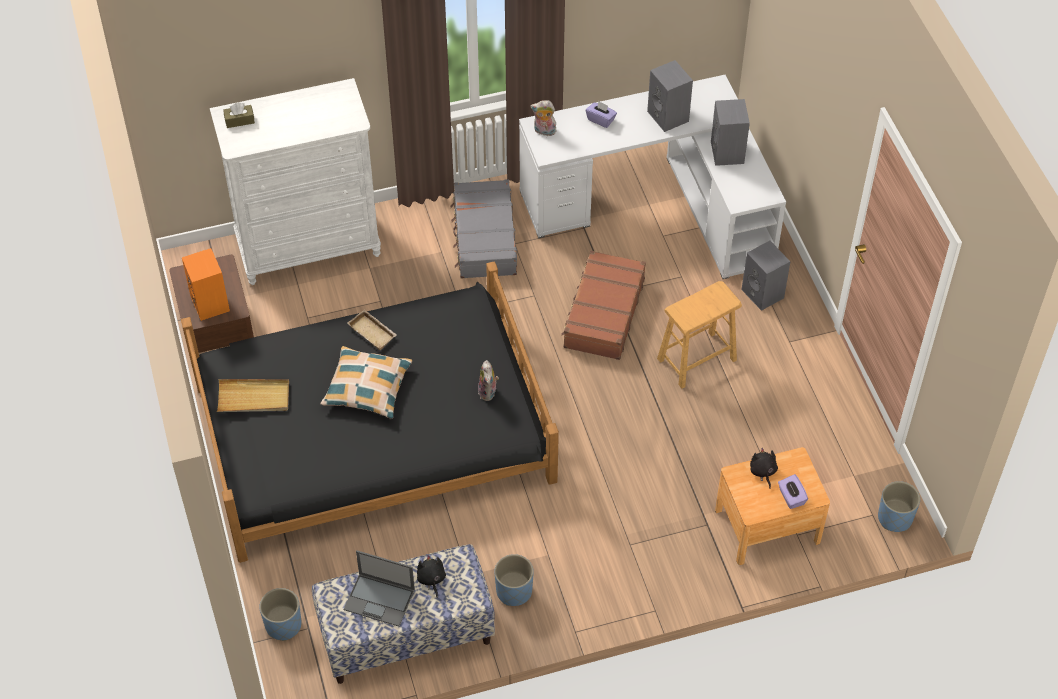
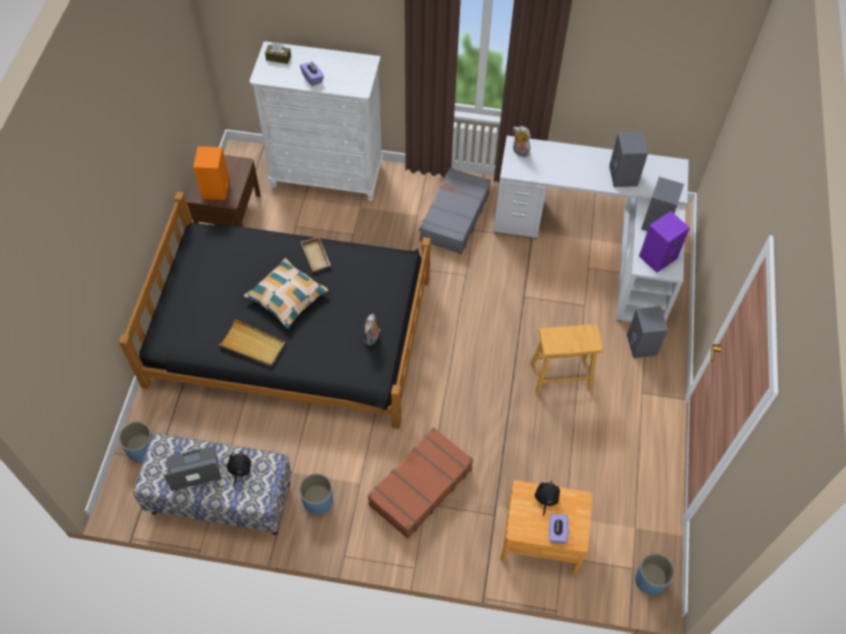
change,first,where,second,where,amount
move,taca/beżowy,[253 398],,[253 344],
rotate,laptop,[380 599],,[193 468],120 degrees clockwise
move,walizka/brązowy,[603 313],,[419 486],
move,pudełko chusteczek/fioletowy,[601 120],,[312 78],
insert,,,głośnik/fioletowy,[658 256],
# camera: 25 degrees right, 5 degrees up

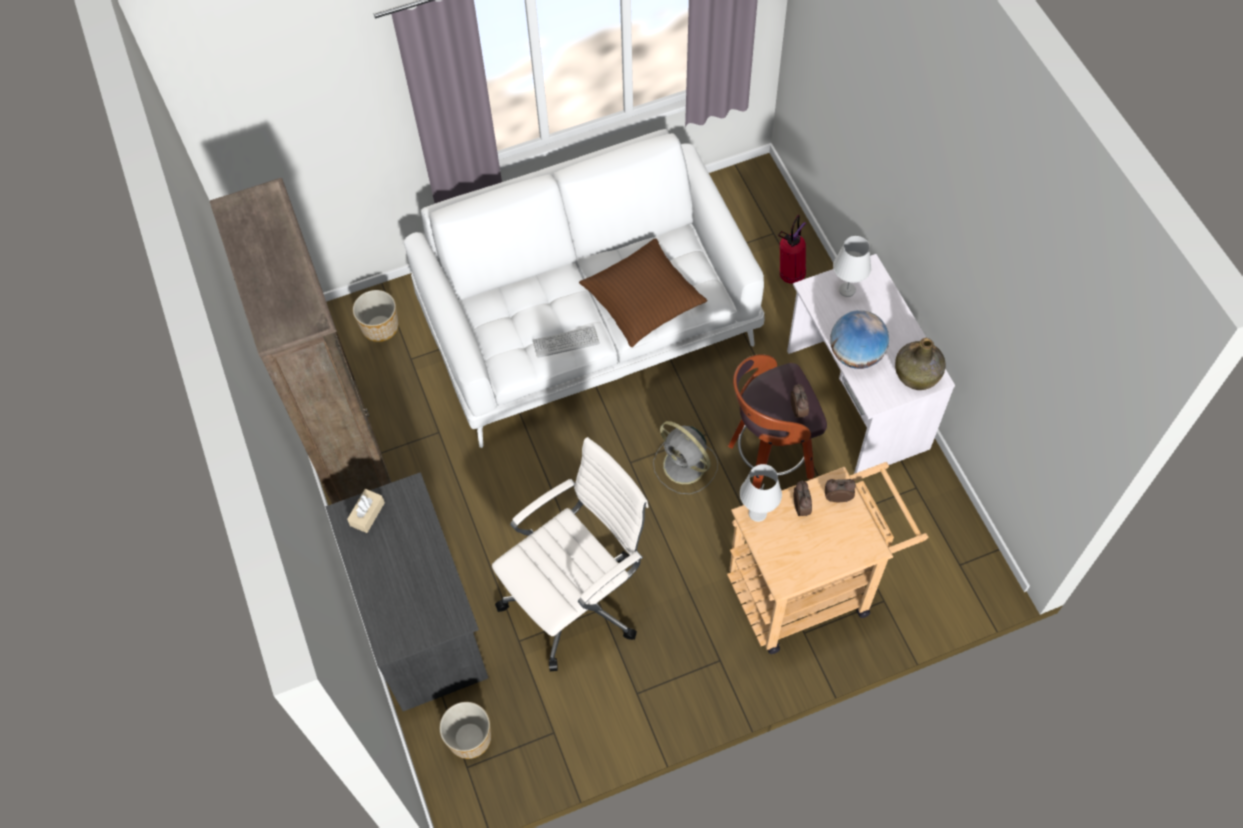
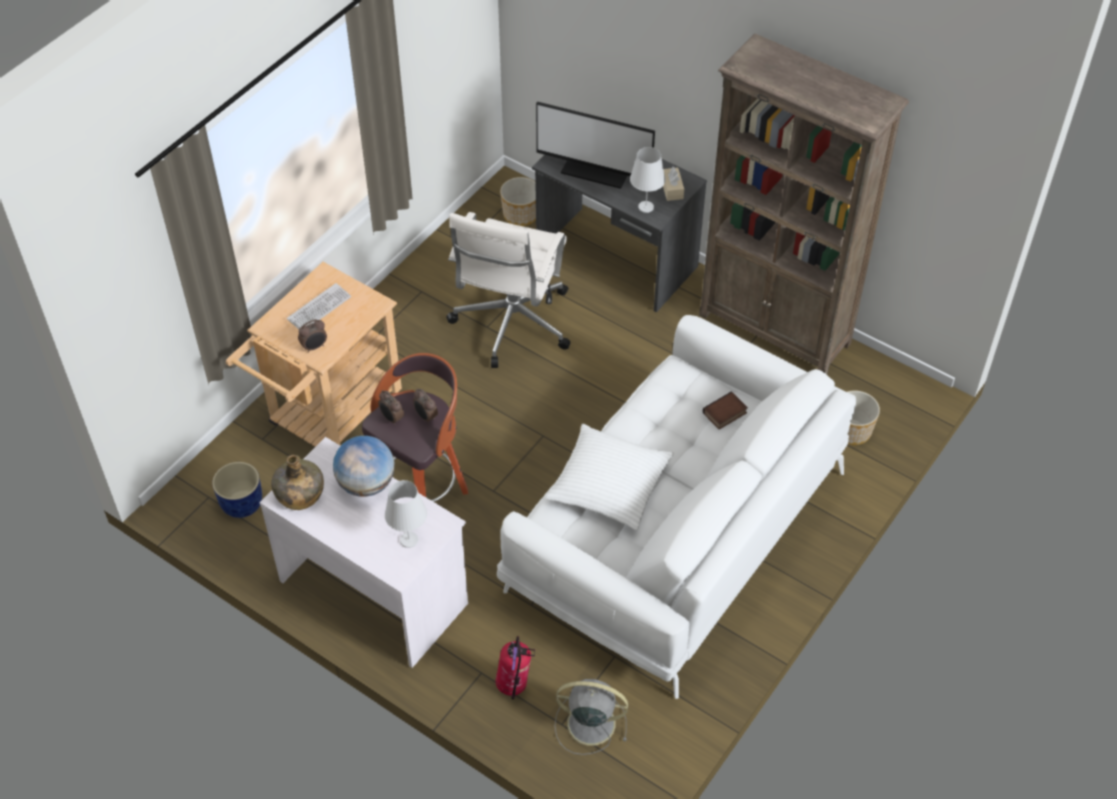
change,first,where,second,where,amount
move,klawiatura,[566 342],,[319 308],
recolor,poduszka/brązowy,[643 299],poduszka/biały,[609 485],
move,wentylator/szary,[686 466],,[588 723],
move,lampa stołowa/biały,[757 513],,[645 207],
move,budzik,[801 507],,[425 417],
insert,,,donica/niebieski,[242 503],
insert,,,monitor,[596 169],
insert,,,książka,[725 414],
# camera: 145 degrees right, 10 degrees down

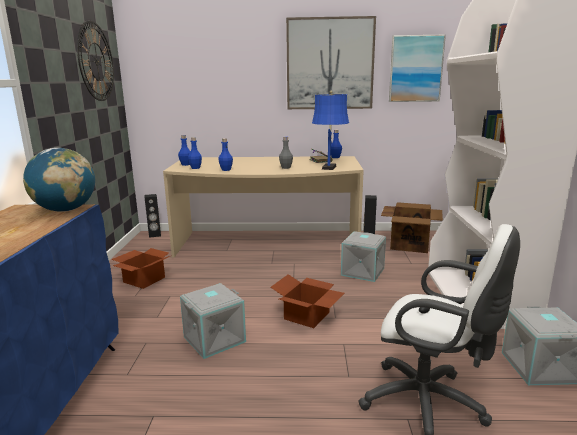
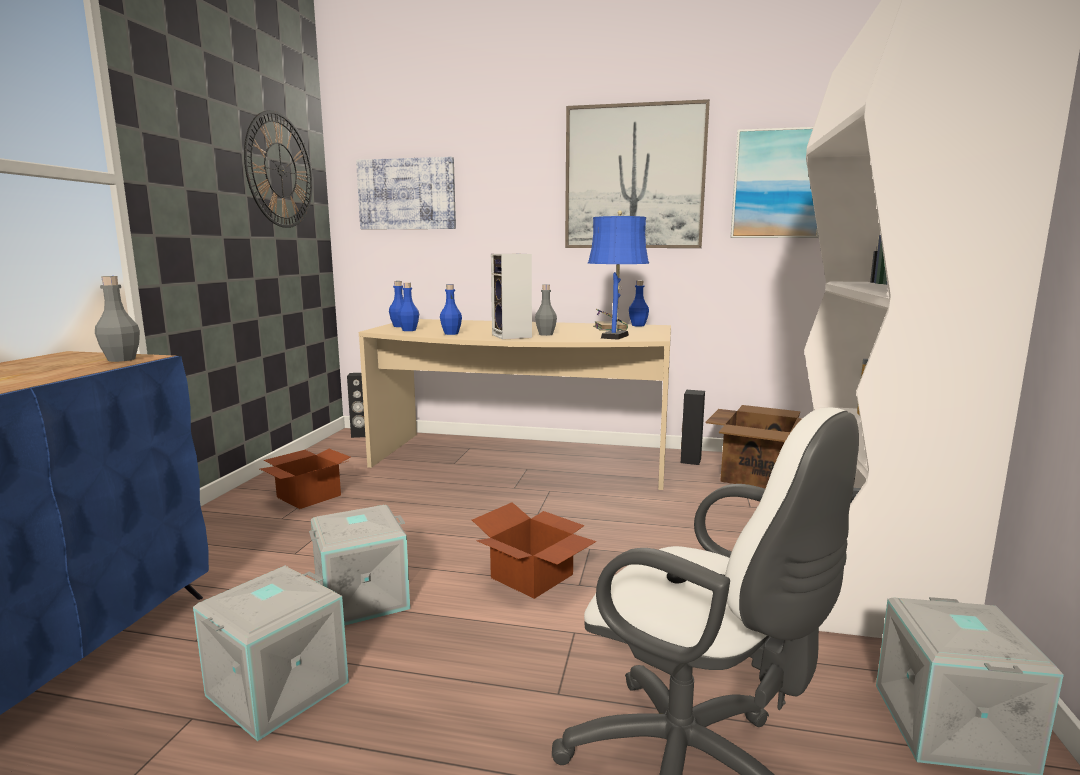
change,first,where,second,where,amount
replace,globus,[65 210],butelka/szary,[121 359],
move,pojemnik do przechowywania/szary,[363 272],,[278 690],
insert,,,obraz,[407 194],
insert,,,głośnik,[513 336],
# camera: 10 degrees right, 5 degrees down

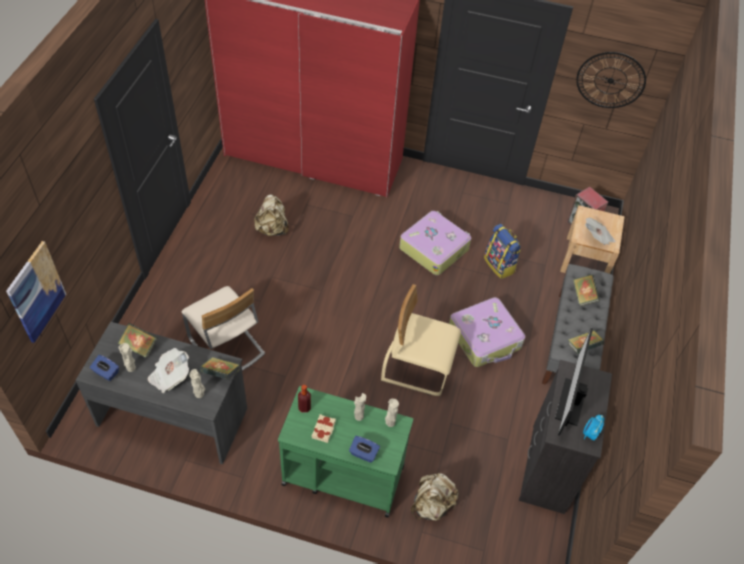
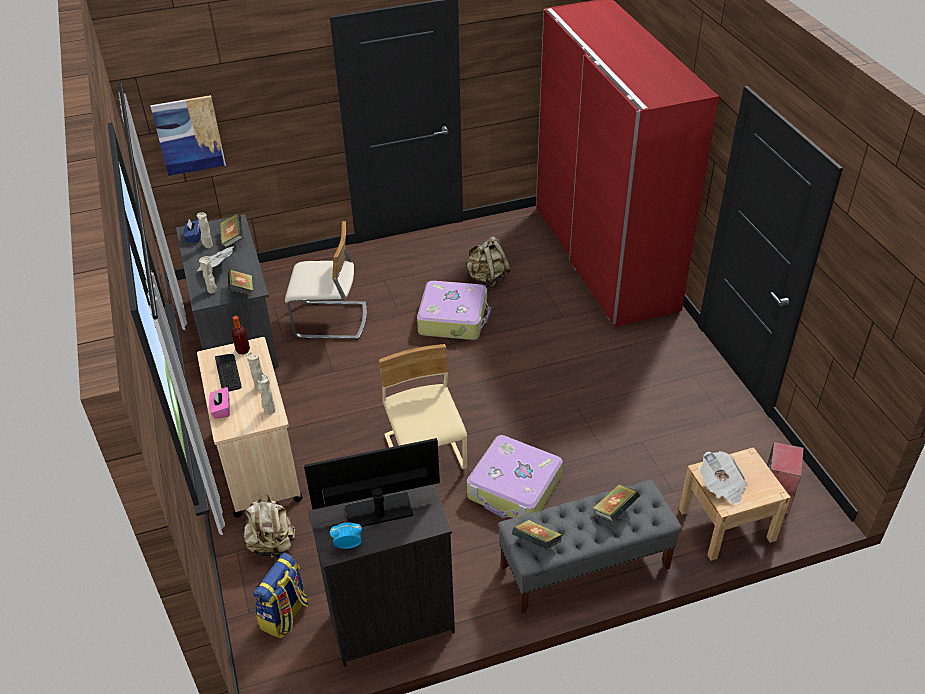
change,first,where,second,where,amount
rotate,krzesło/beżowy,[226 347],,[330 321],105 degrees counterclockwise
recolor,wózek/zielony,[342 474],wózek/beżowy,[258 462],
replace,książka/beżowy,[324 430],klawiatura,[228 373],
recolor,pudełko chusteczek/niebieski,[363 453],pudełko chusteczek/różowy,[221 409],
move,walizka,[434 248],,[453 318],
move,plecak,[500 265],,[285 615],
delete,zegar ścienny,[610 80],,,
# camera: 60 degrees right, 10 degrees down

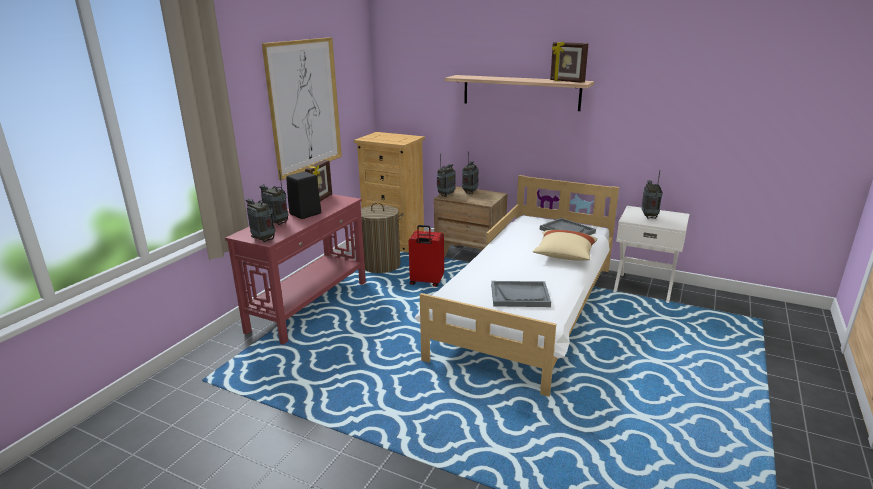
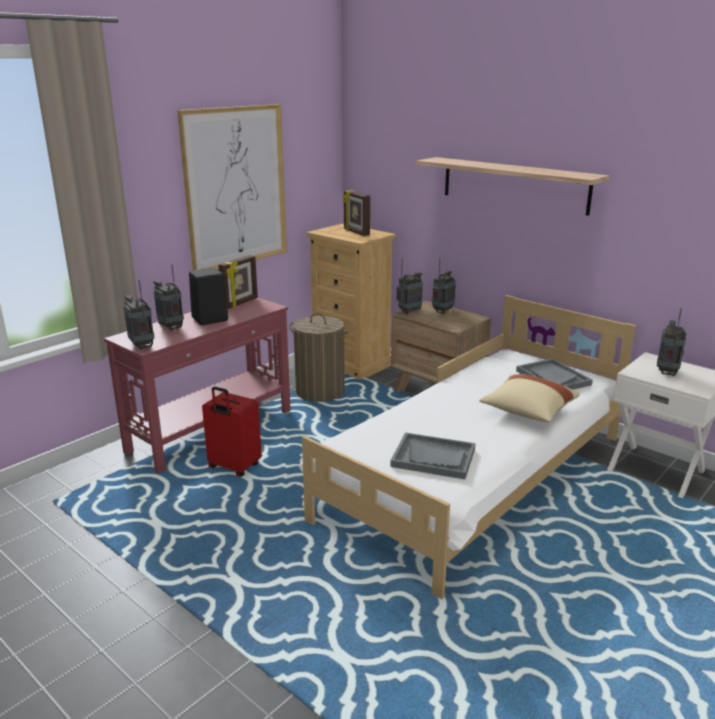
change,first,where,second,where,amount
move,walizka/czerwony,[426 282],,[233 467],
move,ramka na zdjęcie,[566 81],,[356 232],
# camera: 15 degrees right, 0 degrees up

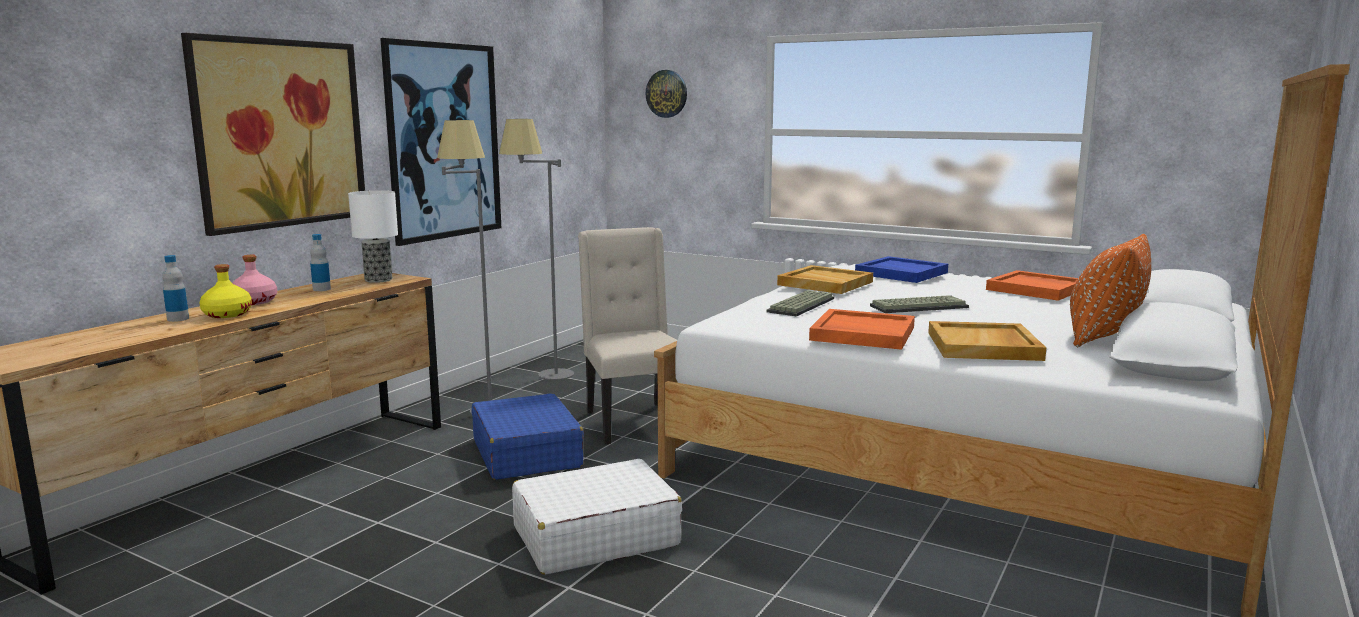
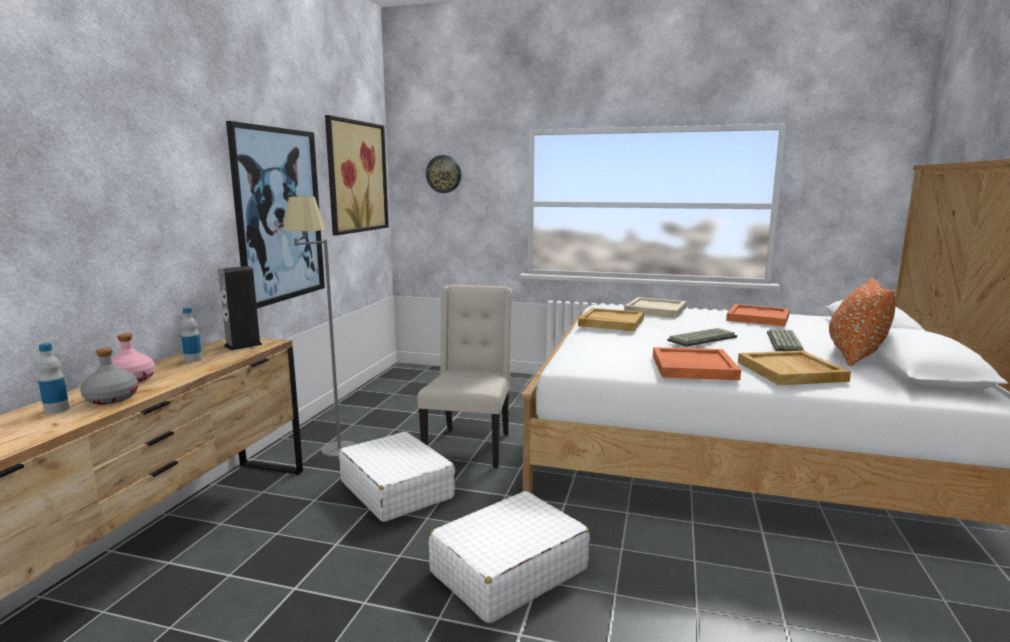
change,first,where,second,where,amount
move,obraz,[280 133],,[357 177],
recolor,butelka/żółty,[226 314],butelka/szary,[111 399],
replace,lampa stołowa,[379 280],głośnik,[243 345],
recolor,walizka/niebieski,[527 453],walizka/biały,[396 489],
delete,lampa stojąca/szary,[542 378],,,
rotate,krzesło/beżowy,[634 422],,[469 446],45 degrees clockwise
move,klawiatura,[802 305],,[786 342],
recolor,taca/niebieski,[900 273],taca/beżowy,[655 310],
# camera: 15 degrees left, 0 degrees up

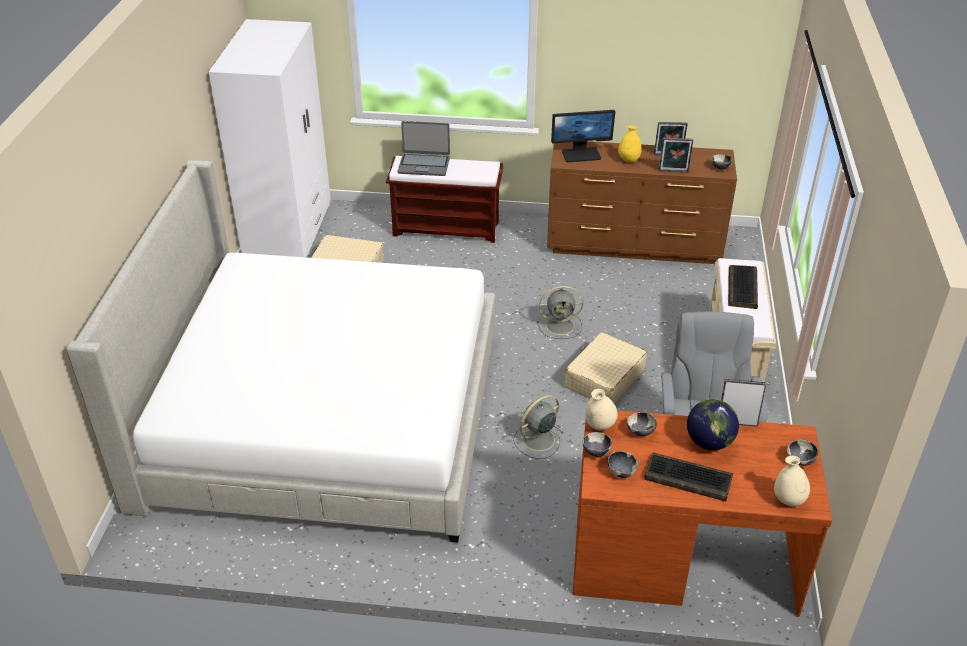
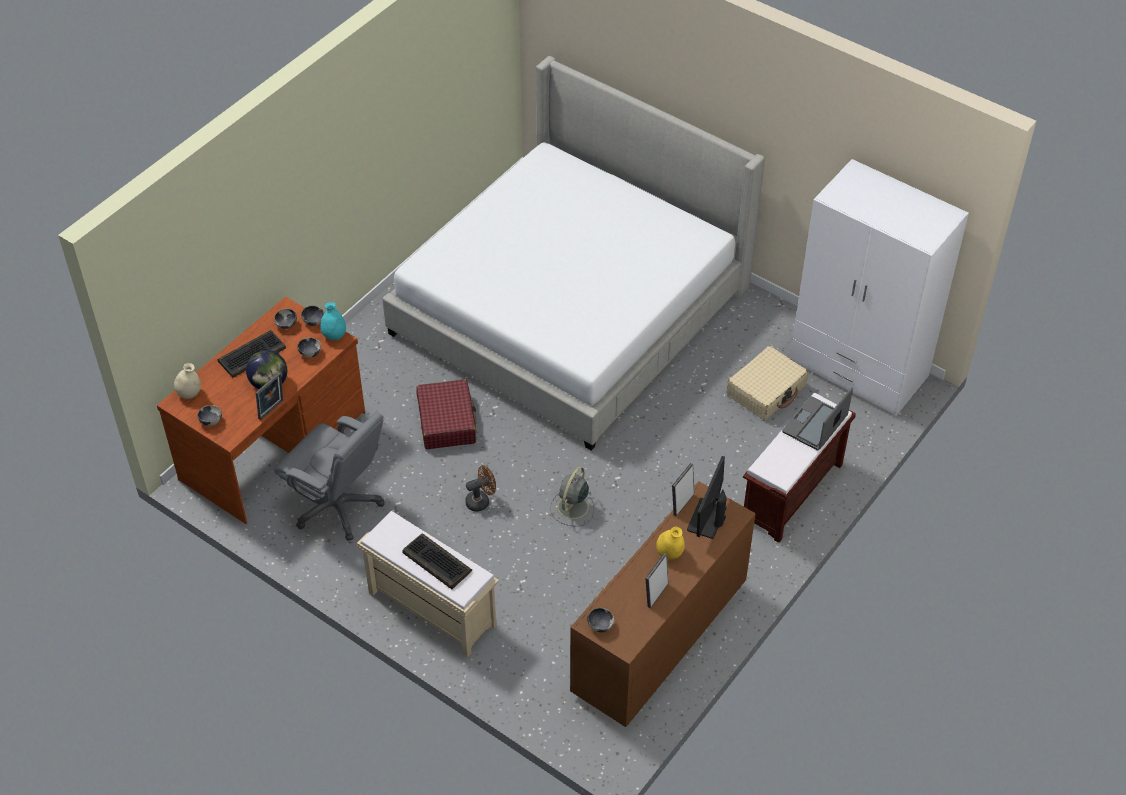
change,first,where,second,where,amount
replace,wentylator/szary,[537 440],walizka/czerwony,[447 421],
replace,walizka/beżowy,[604 379],wentylator/brązowy,[481 501],
recolor,wazon/beżowy,[599 425],wazon/turkusowy,[334 335],
move,ramka na zdjęcie,[673 172],,[682 503],
# camera: 120 degrees right, 10 degrees up

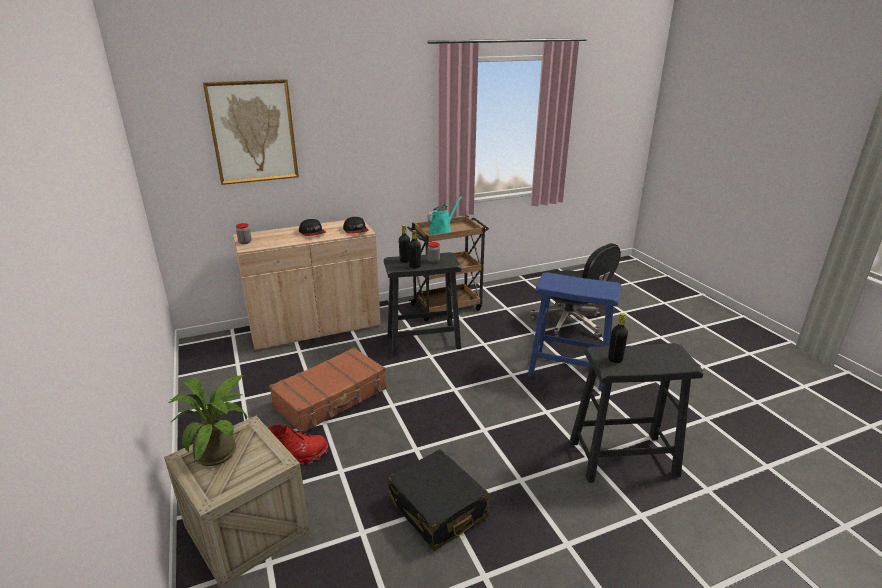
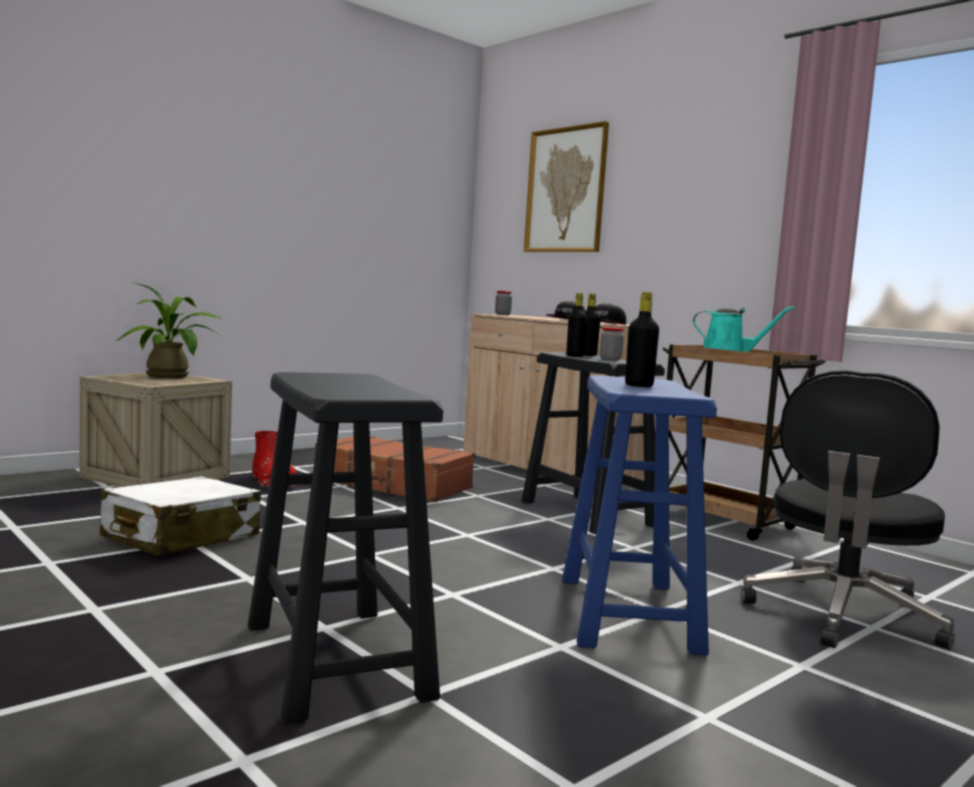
change,first,where,second,where,amount
recolor,walizka/czarny,[437 509],walizka/biały,[180 537],
move,butelka/czarny,[615 359],,[639 386],
# camera: 70 degrees right, 20 degrees down

